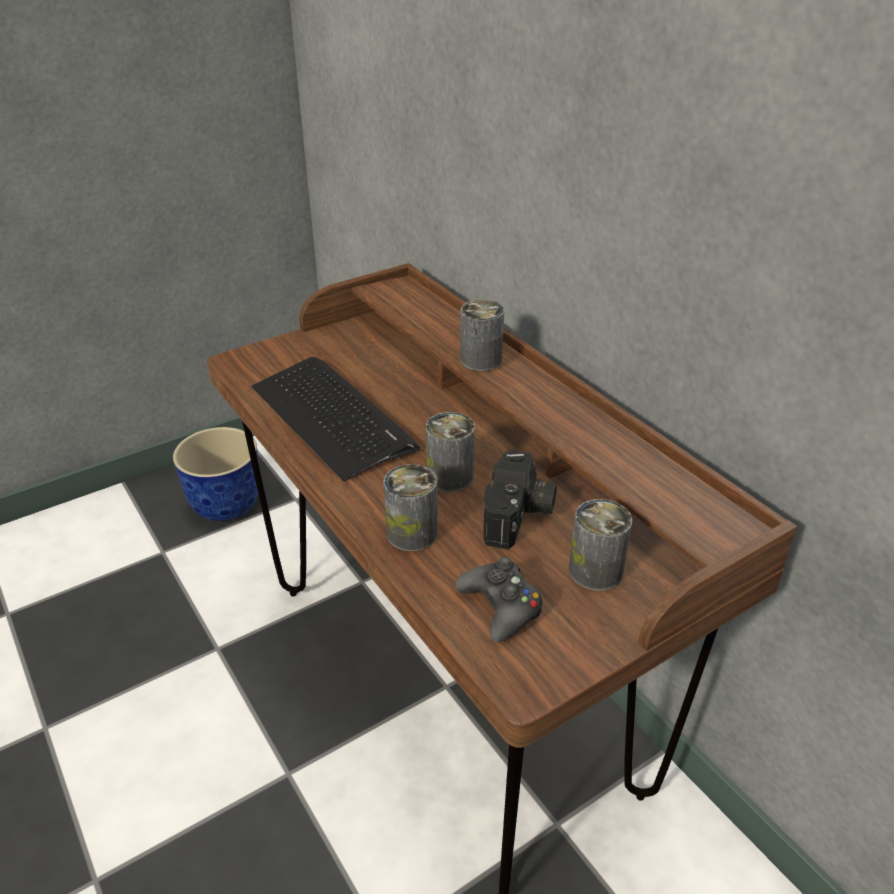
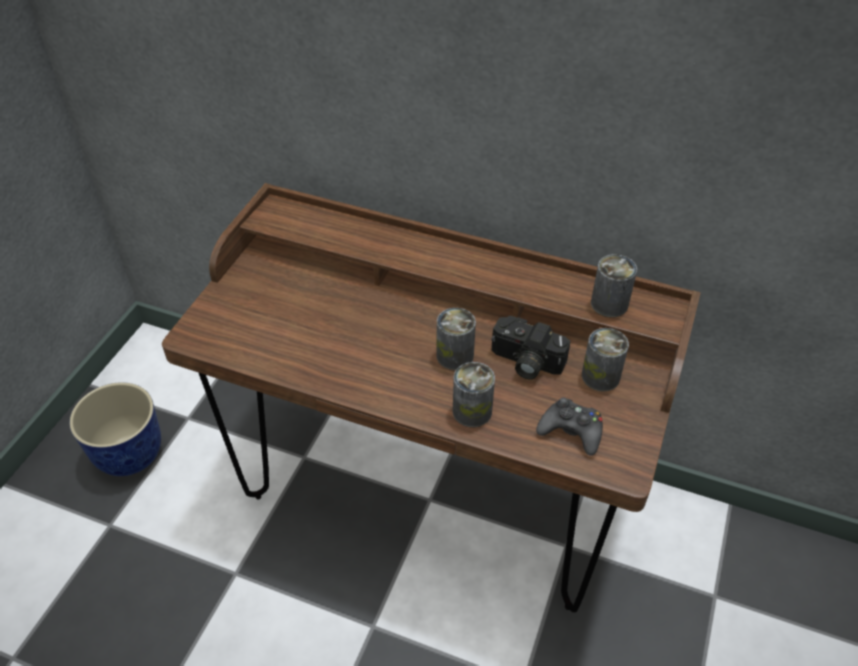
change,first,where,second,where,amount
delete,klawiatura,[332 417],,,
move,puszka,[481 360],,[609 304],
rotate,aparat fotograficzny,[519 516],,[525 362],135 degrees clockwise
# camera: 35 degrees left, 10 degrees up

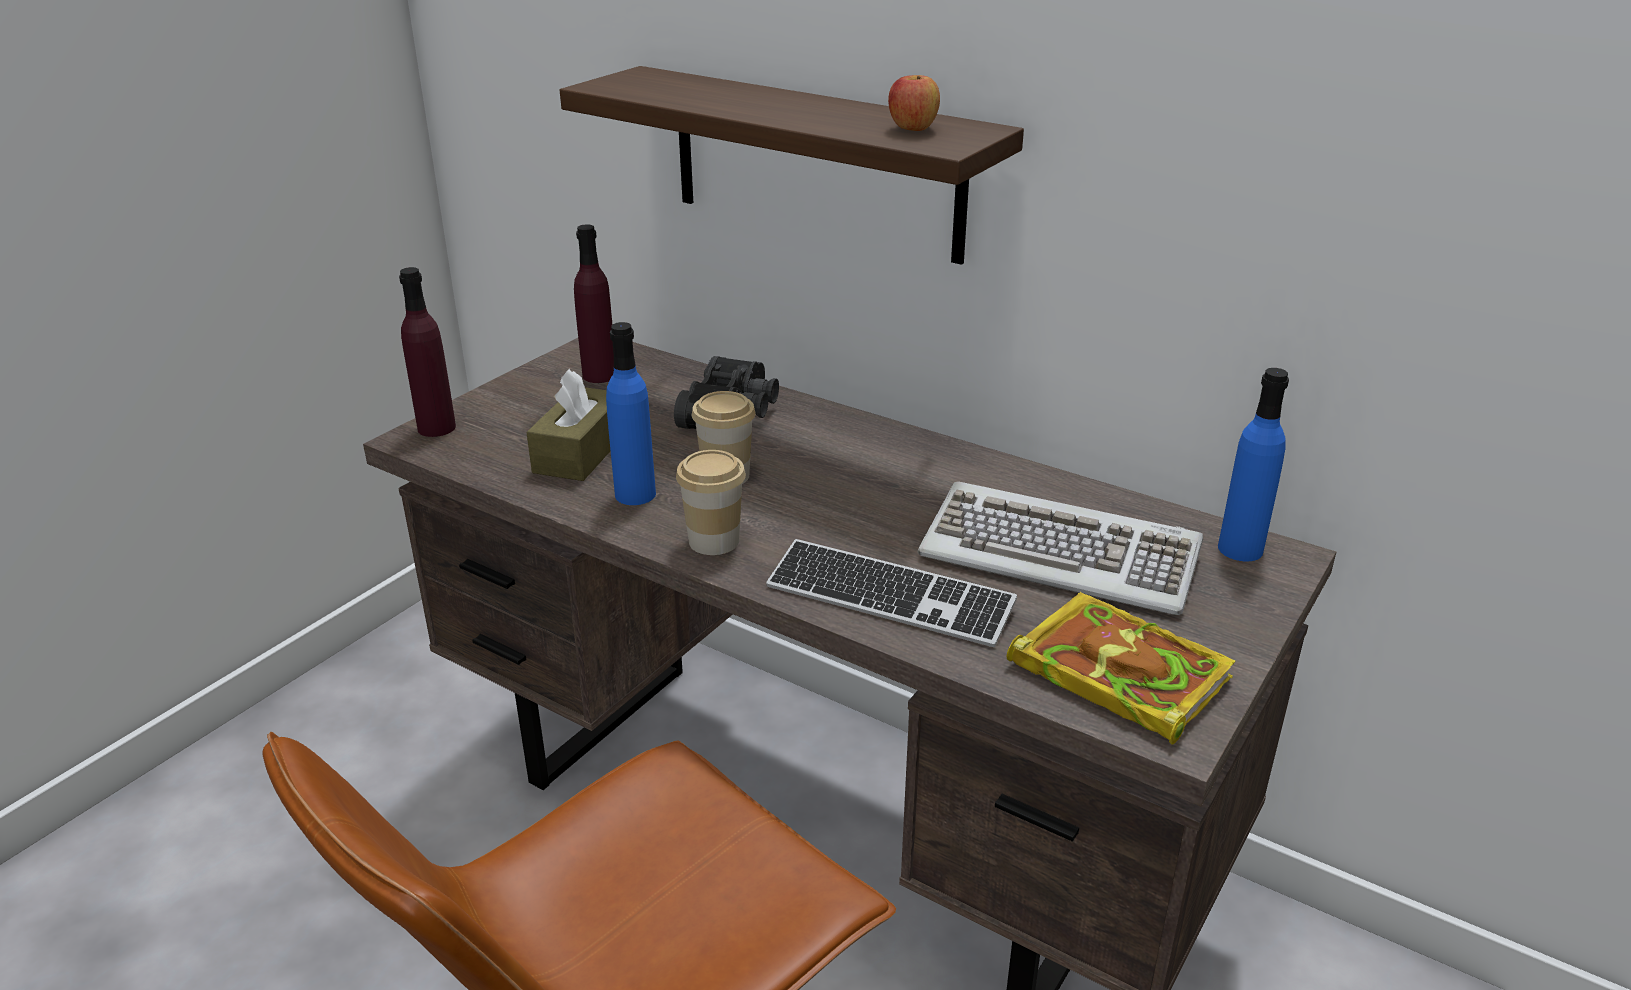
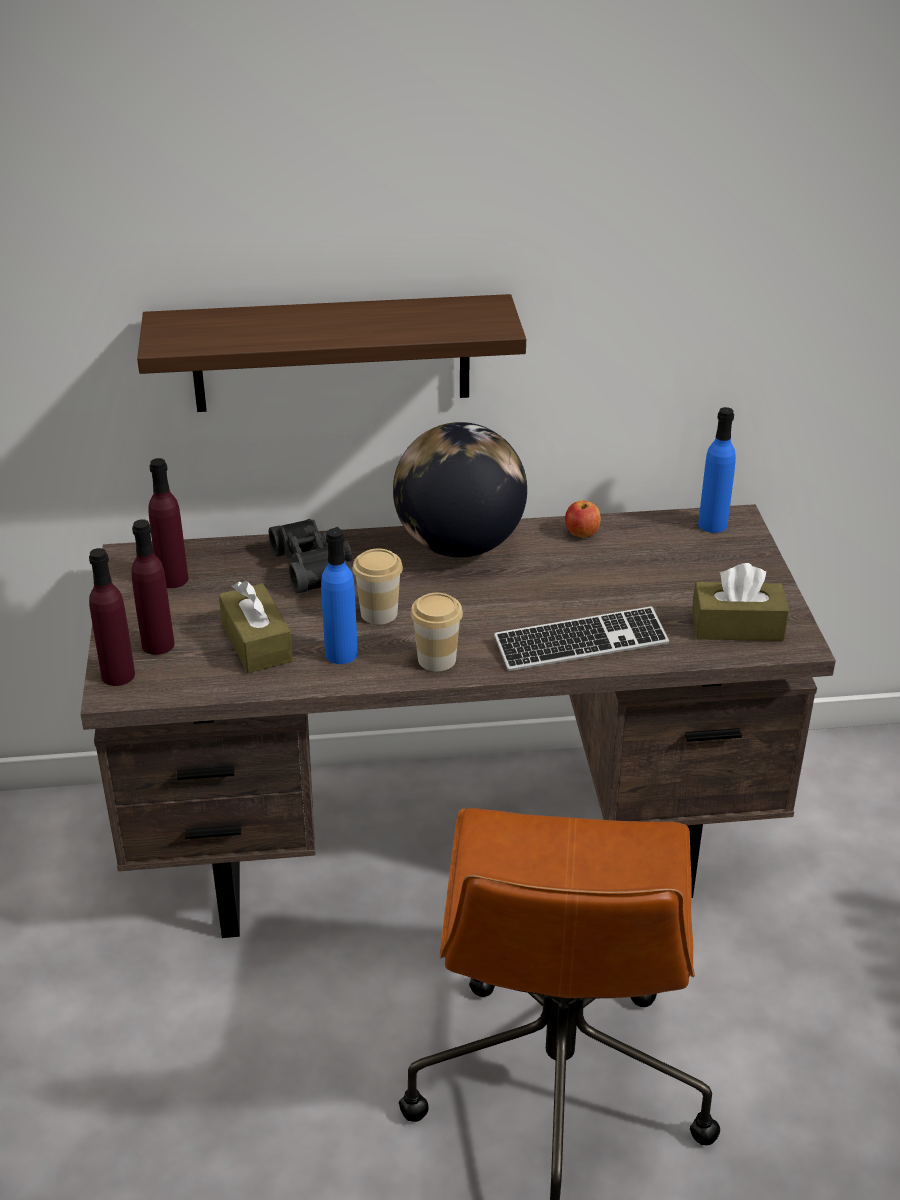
change,first,where,second,where,amount
move,jabłko,[912 129],,[581 534],
delete,klawiatura,[1060 555],,,
replace,książka,[1114 672],pudełko chusteczek/brązowy,[737 626],
insert,,,butelka/fioletowy,[158 644],
insert,,,globus,[459 546],
# camera: 40 degrees left, 5 degrees up

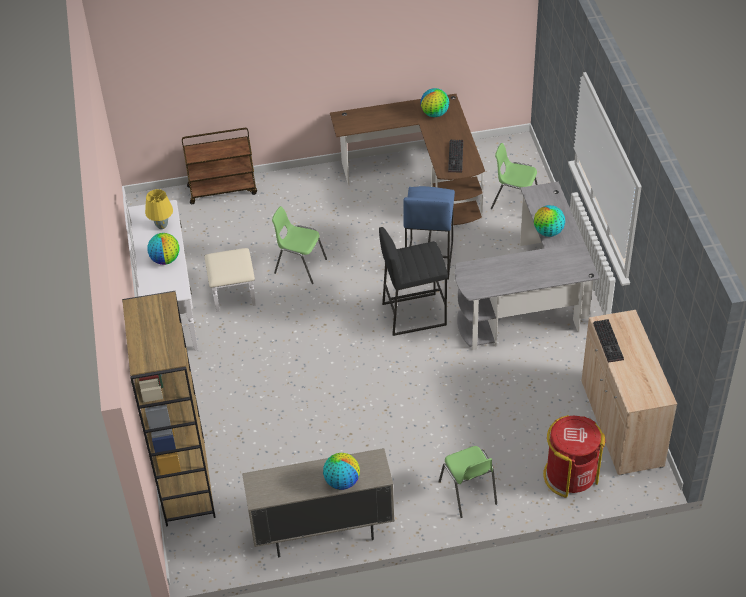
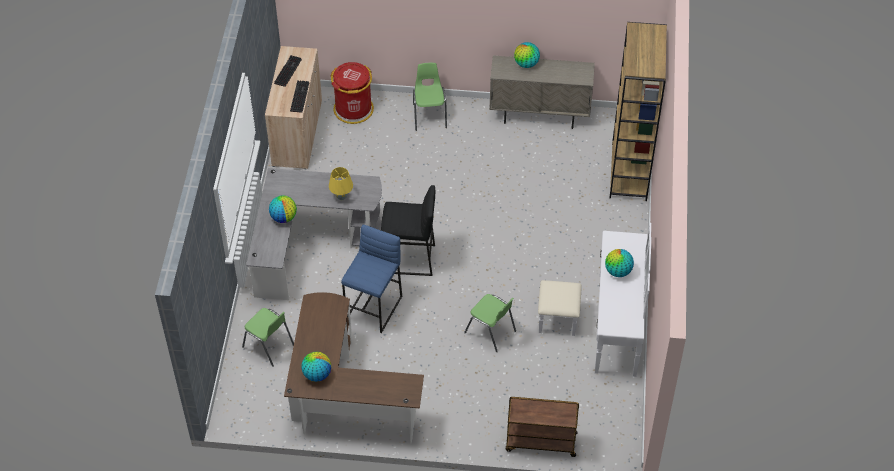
change,first,where,second,where,amount
move,lampa stołowa/żółty,[161 226],,[342 197],
move,klawiatura,[456 157],,[287 71],
# camera: 165 degrees left, 5 degrees up

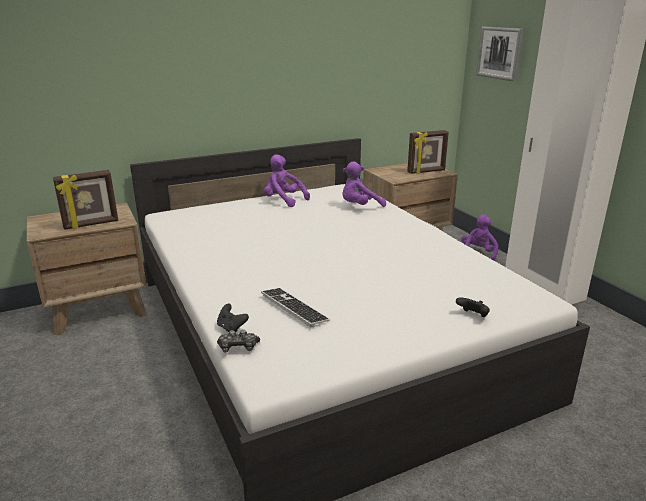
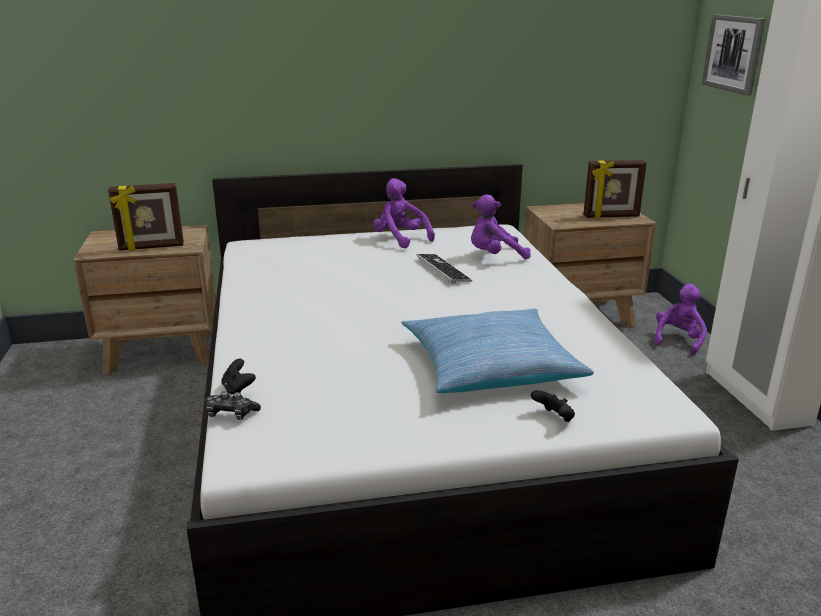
change,first,where,second,where,amount
move,klawiatura,[294 308],,[443 270],
insert,,,poduszka,[490 365],
# camera: 15 degrees right, 0 degrees up

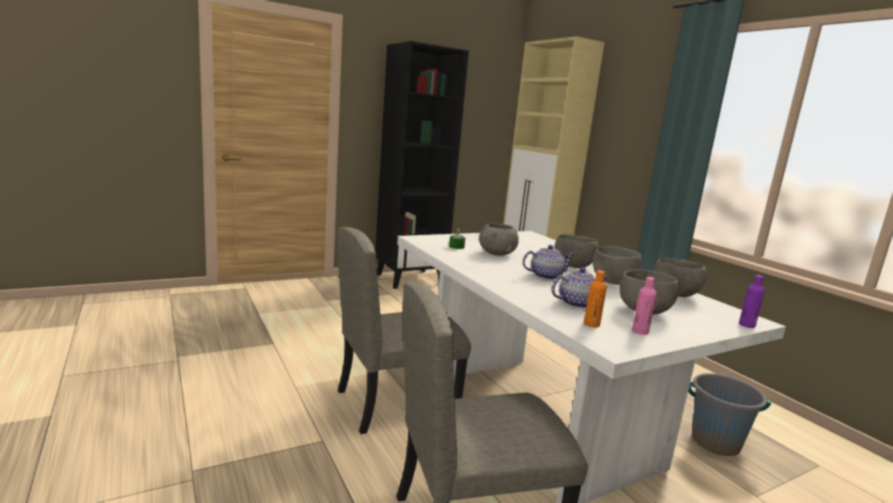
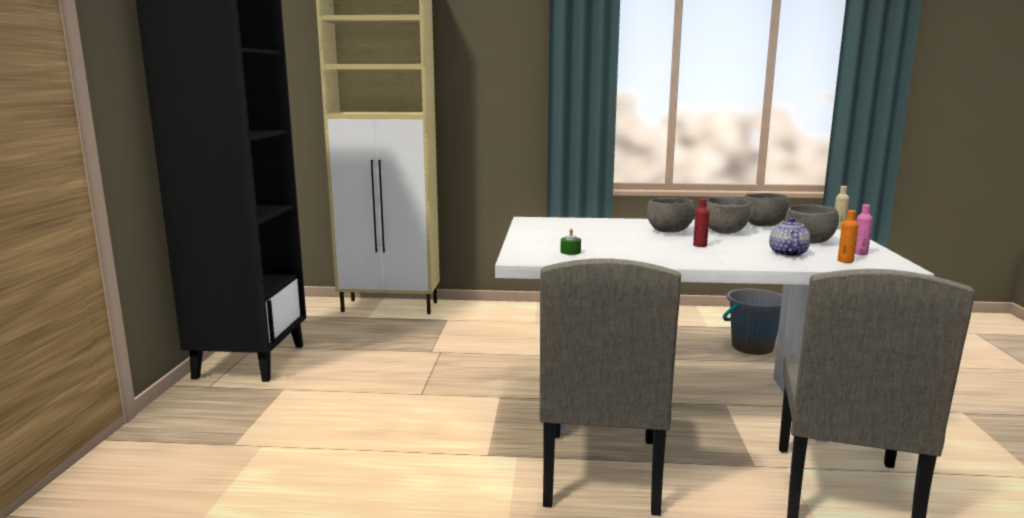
change,first,where,second,where,amount
delete,miska/szary,[497 253],,,
replace,imbryk,[545 276],butelka/czerwony,[700 245],
recolor,butelka/fioletowy,[746 325],butelka/beżowy,[838 228],
# camera: 55 degrees left, 0 degrees up

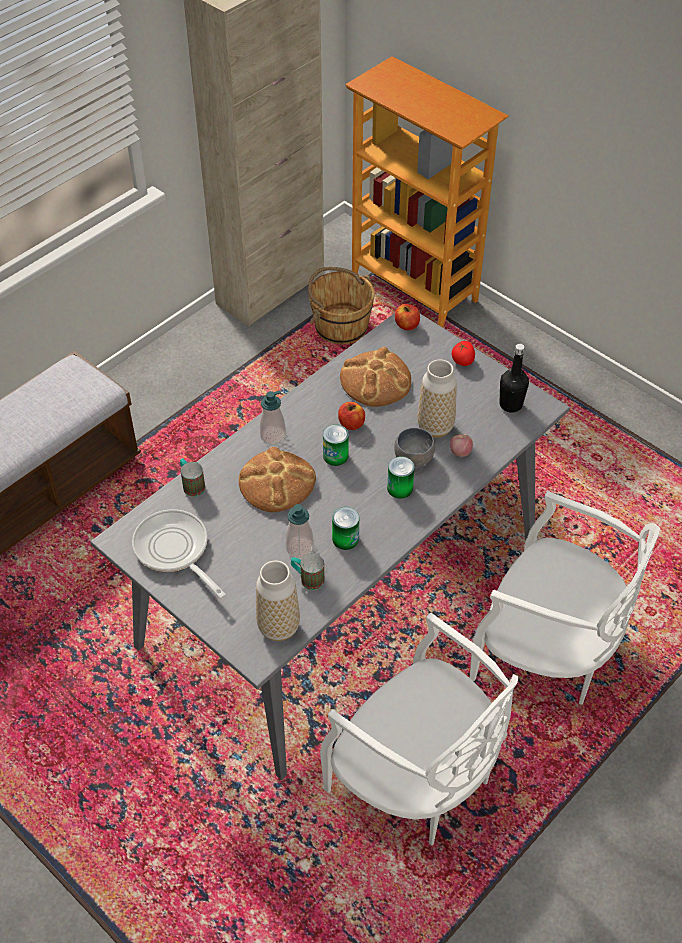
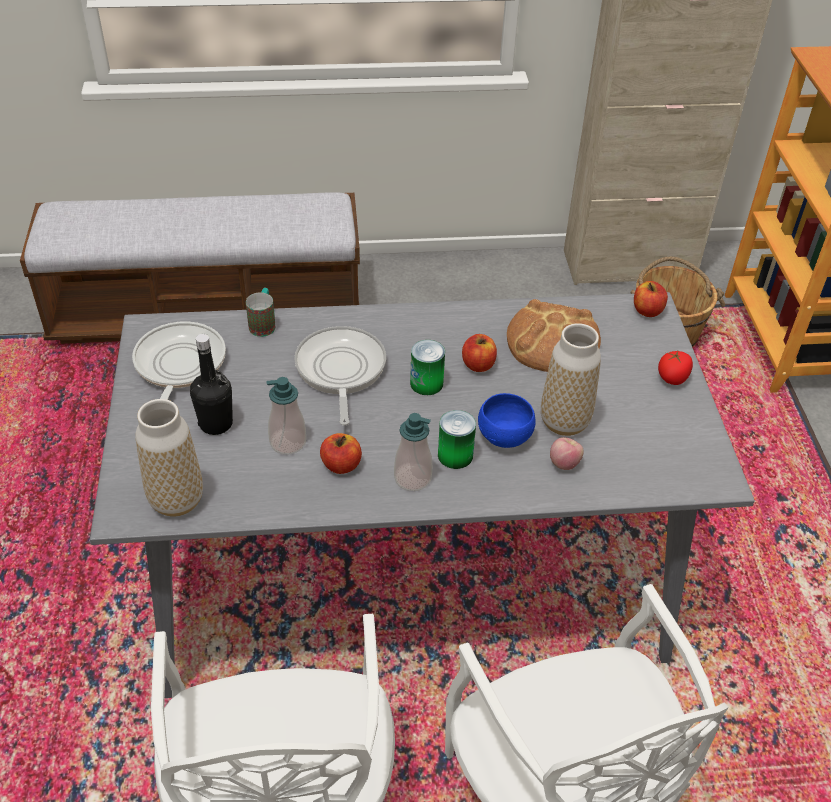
change,first,where,second,where,amount
replace,chleb,[276 483],patelnia,[340 371],
move,dozownik mydła,[273 436],,[412 478],
delete,kubek,[307 579],,,
replace,puszka,[345 539],jabłko,[341 465],
recolor,miska/szary,[414 457],miska/niebieski,[506 436],
move,butelka/czarny,[510 404],,[216 424],
# camera: 40 degrees right, 5 degrees down

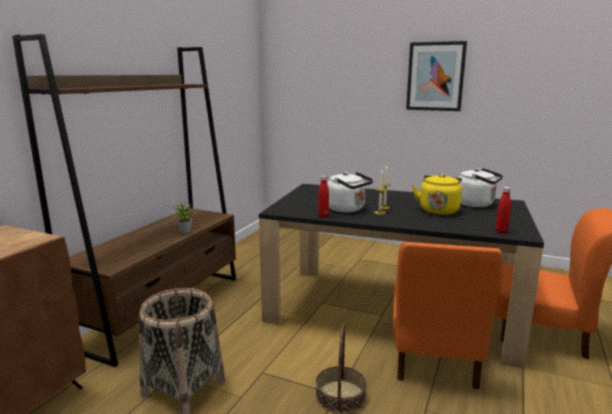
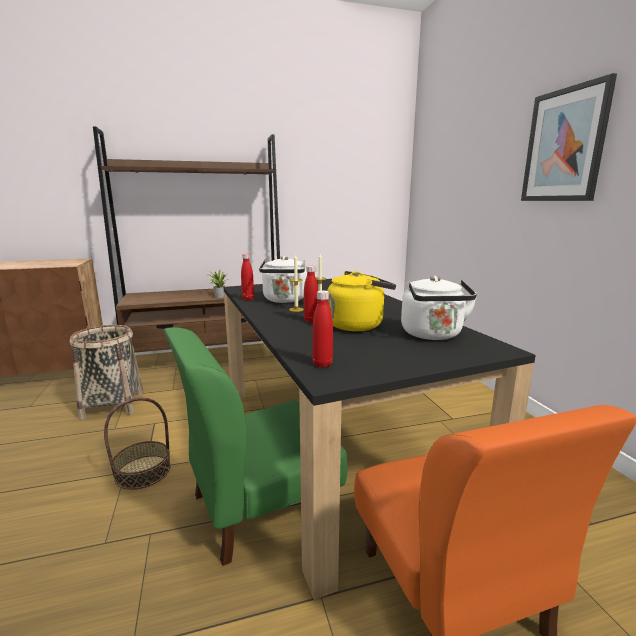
change,first,where,second,where,amount
recolor,krzesło/pomarańczowy,[434 358],krzesło/zielony,[260 506],
insert,,,butelka/czerwony,[311 320],
# camera: 50 degrees right, 0 degrees up

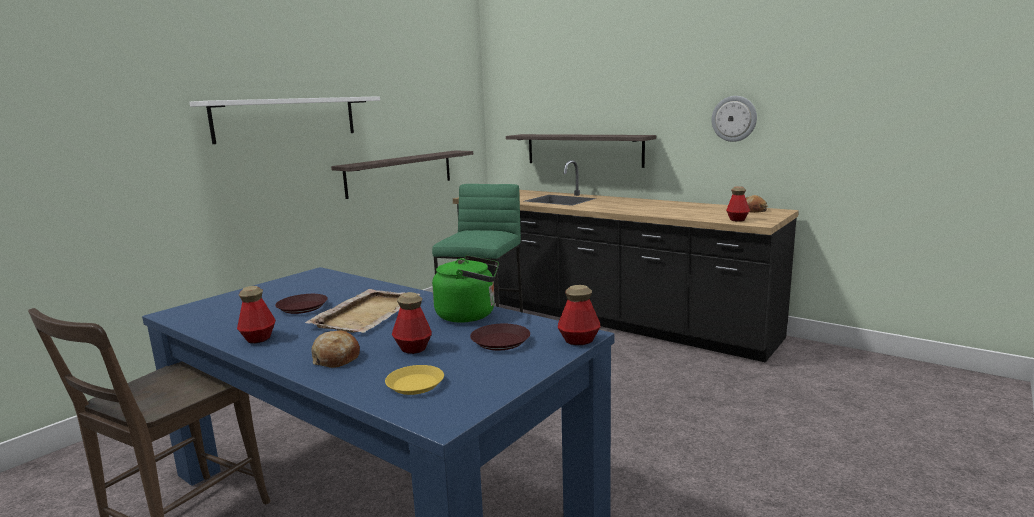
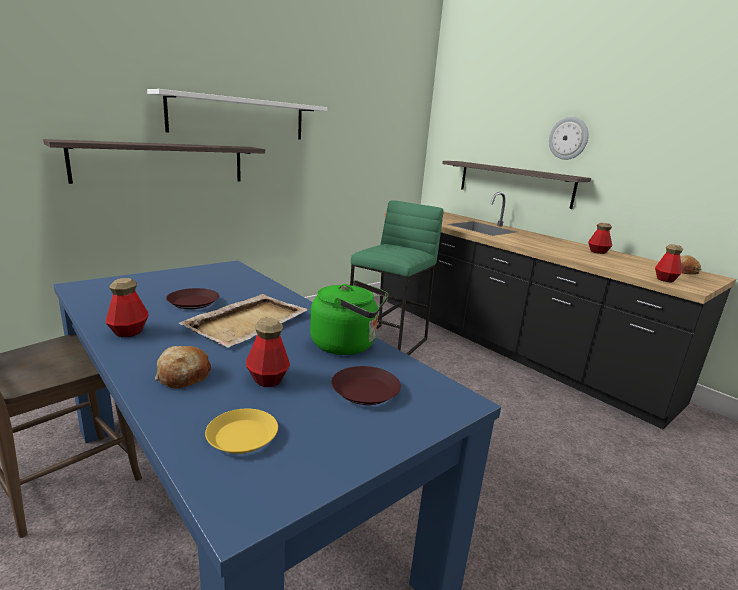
change,first,where,second,where,amount
move,półka,[400 173],,[162 163],
move,butelka,[579 340],,[597 252],
move,zegar ścienny,[734 118],,[568 138],
# camera: 10 degrees right, 5 degrees up

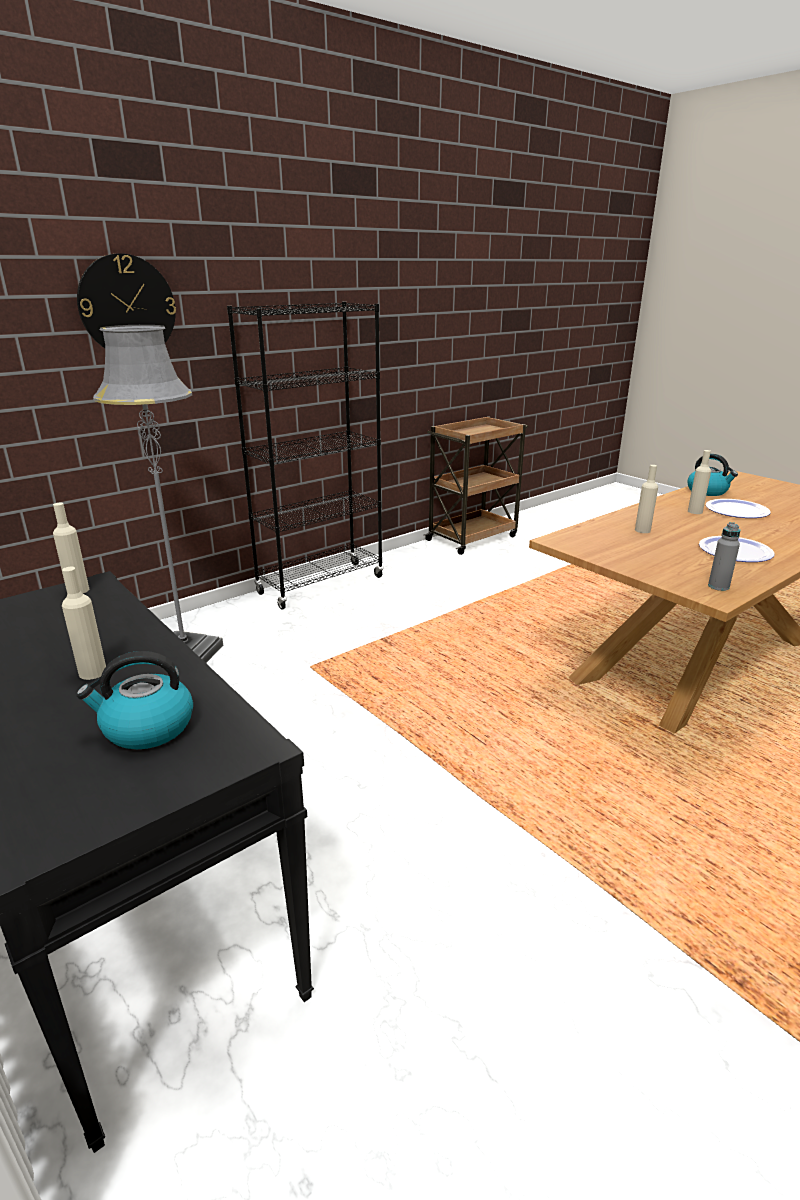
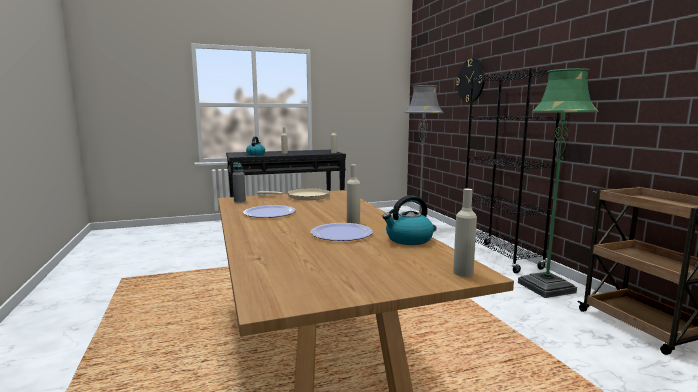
change,first,where,second,where,amount
move,butelka/beżowy,[642 530],,[463 273],
insert,,,patelnia/beżowy,[304 197],
insert,,,lampa stojąca/zielony,[546 287],
# camera: 110 degrees right, 15 degrees down

